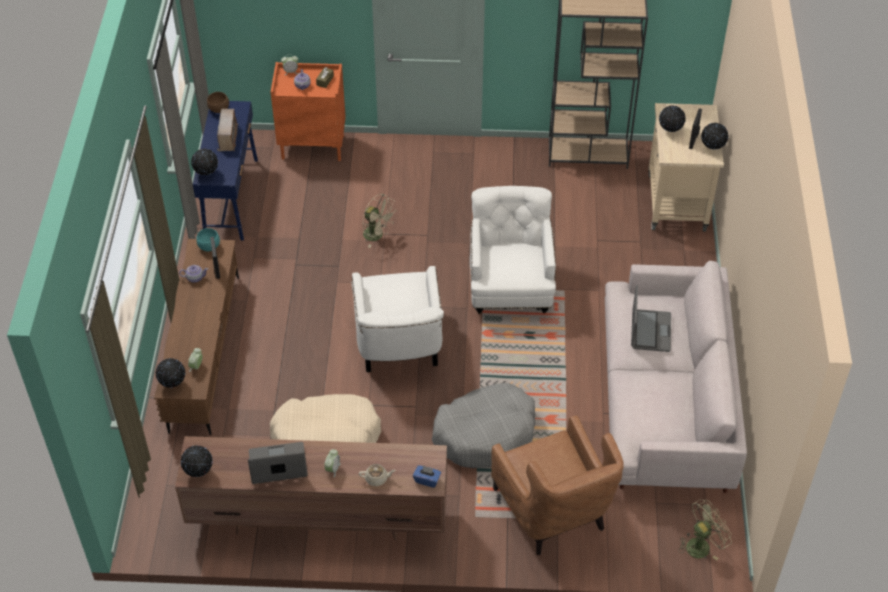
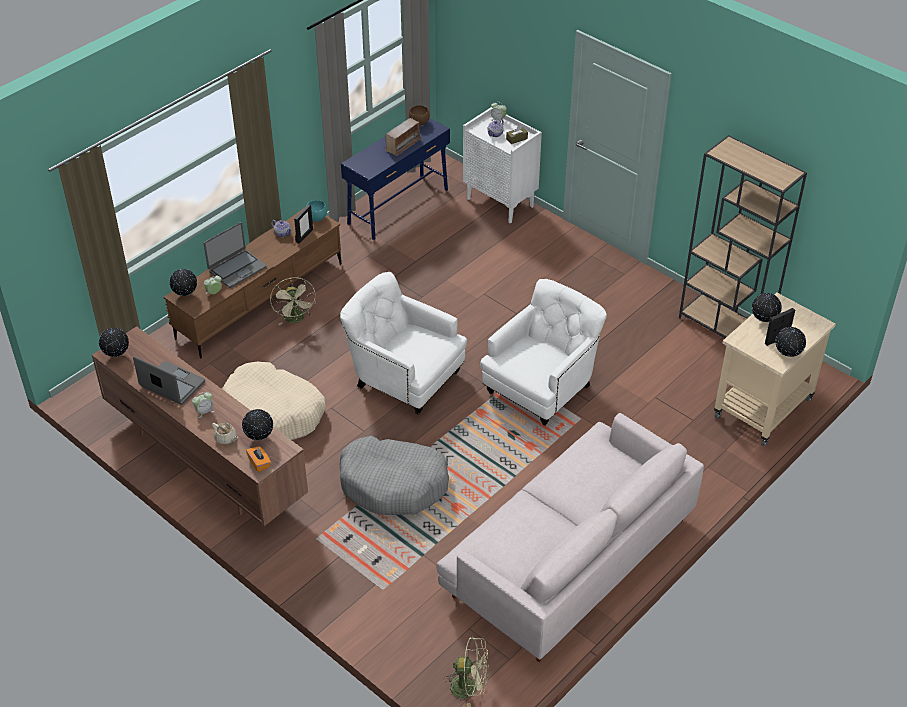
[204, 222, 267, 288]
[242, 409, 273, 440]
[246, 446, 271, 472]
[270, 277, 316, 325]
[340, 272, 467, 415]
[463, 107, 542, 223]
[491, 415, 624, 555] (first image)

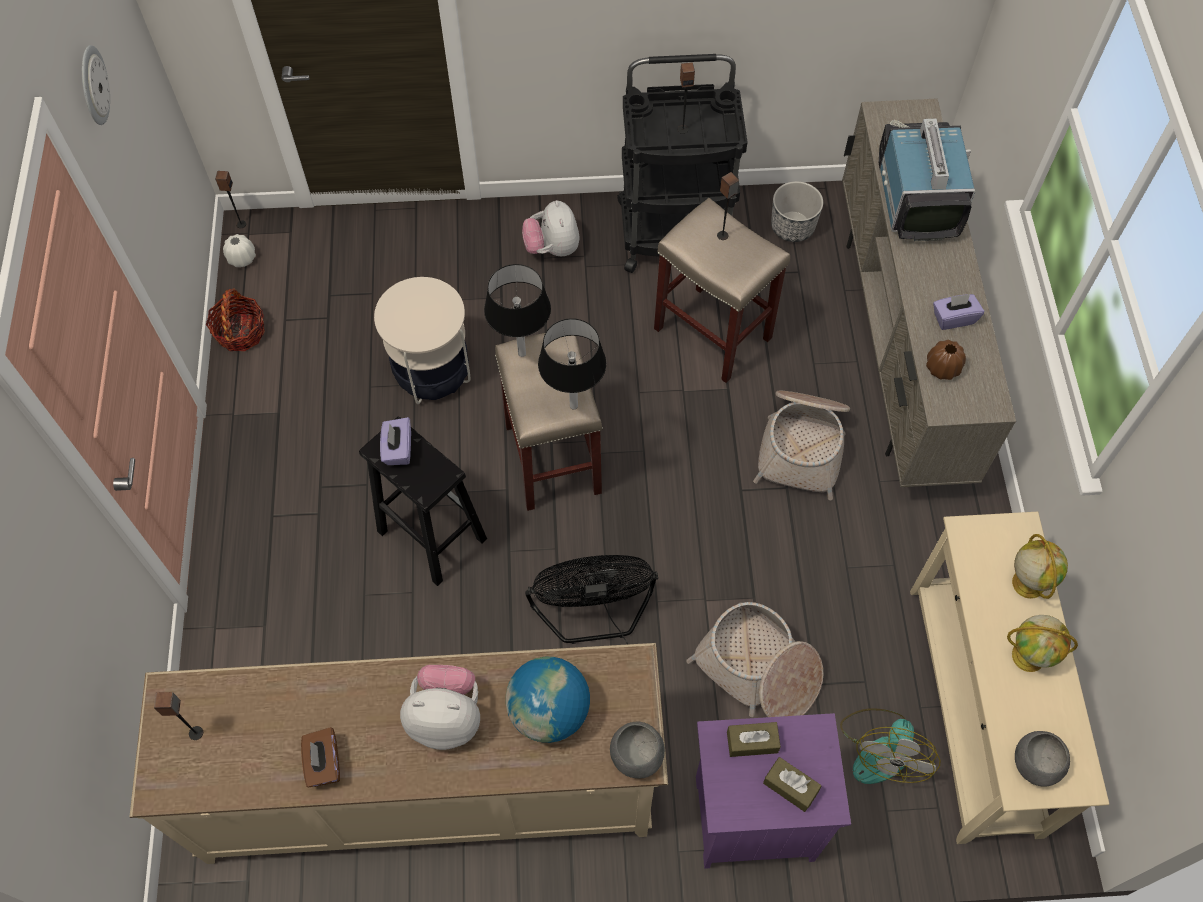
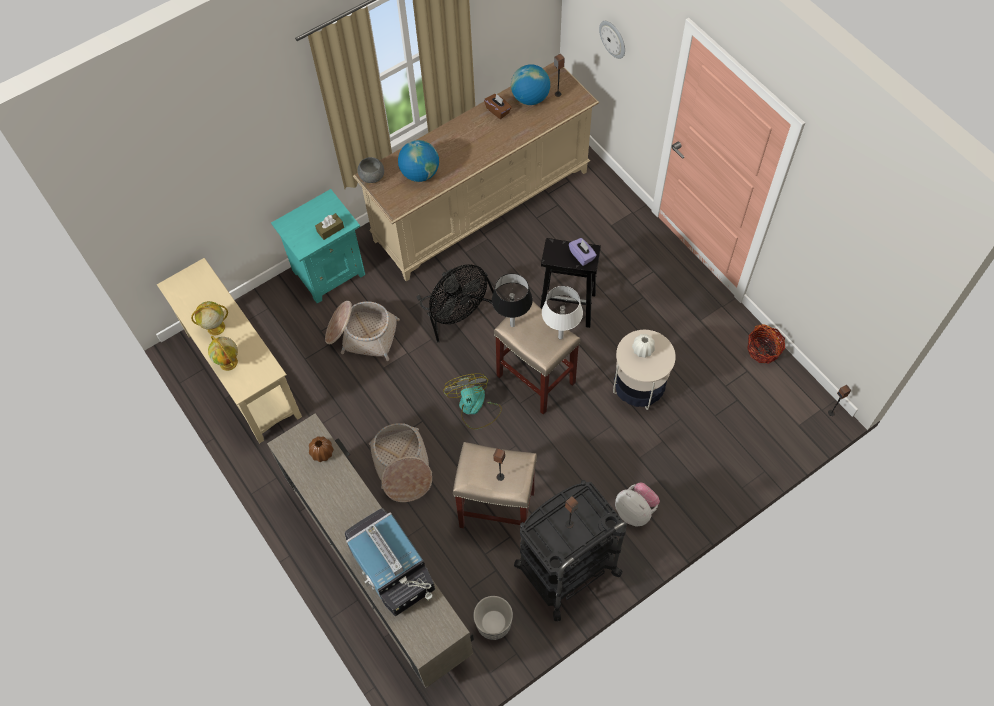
[271, 189, 365, 303]
[443, 373, 502, 429]
[511, 64, 550, 105]
[542, 286, 583, 340]
[599, 21, 625, 59]
[632, 334, 655, 358]
[400, 665, 480, 750] (first image)
[763, 757, 821, 812] (first image)
[933, 294, 984, 330] (first image)
[1015, 731, 1070, 787] (first image)

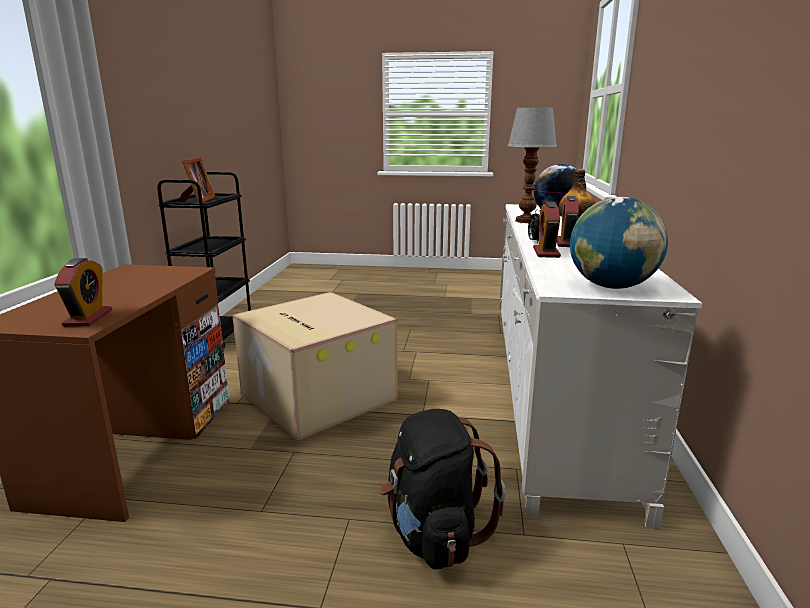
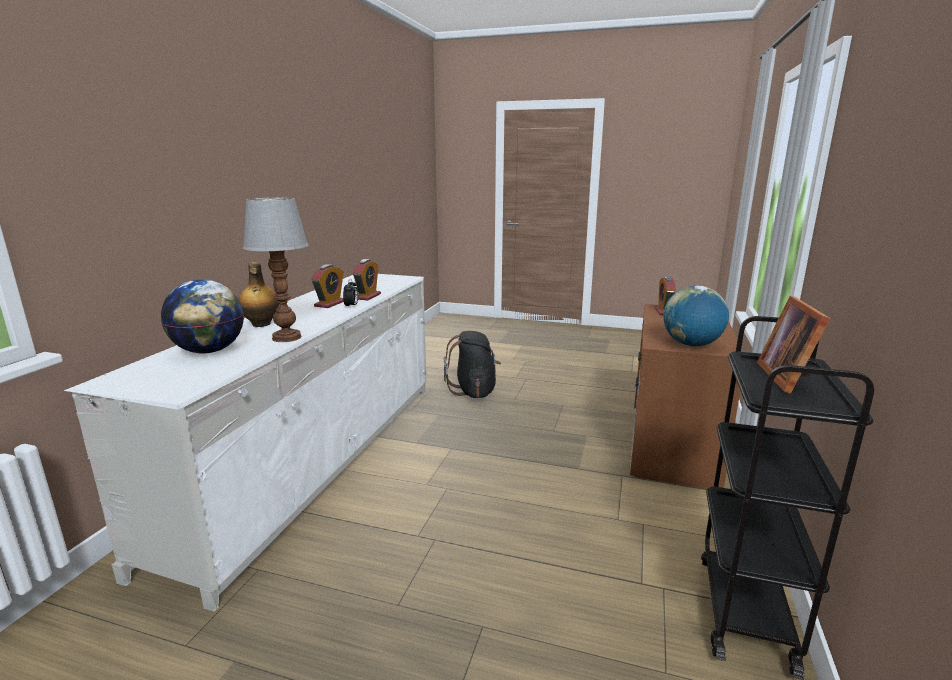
[663, 285, 729, 346]
[232, 292, 397, 441] (first image)

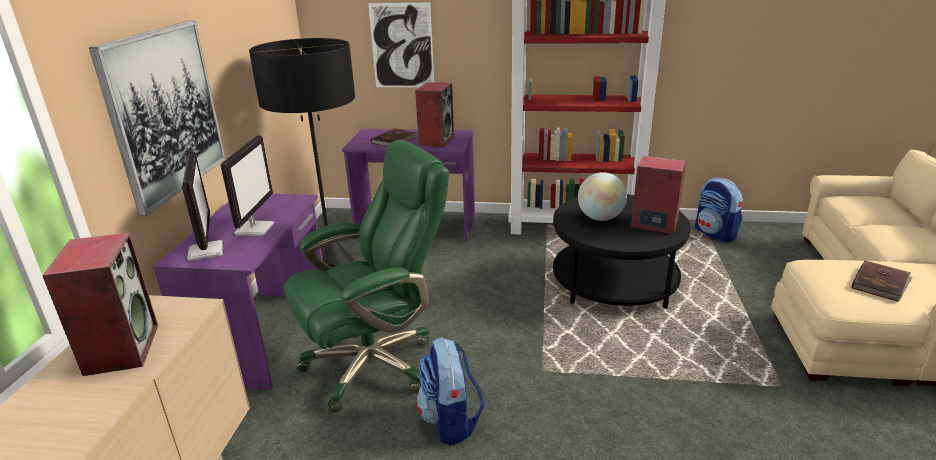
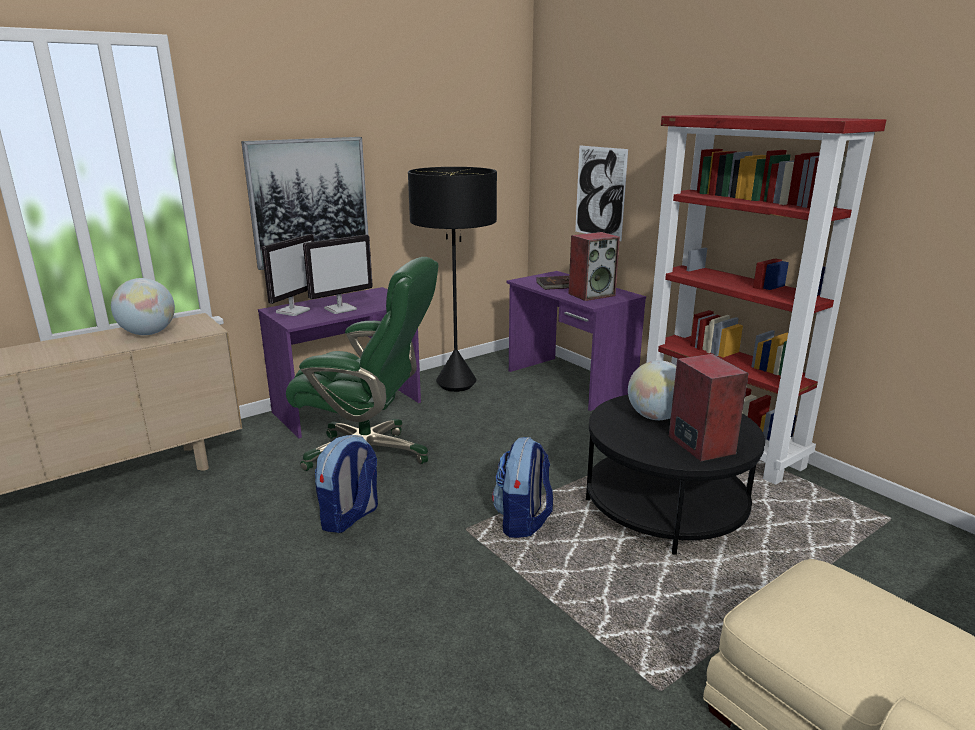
[111, 278, 175, 335]
[492, 437, 553, 538]
[852, 260, 912, 302] (first image)

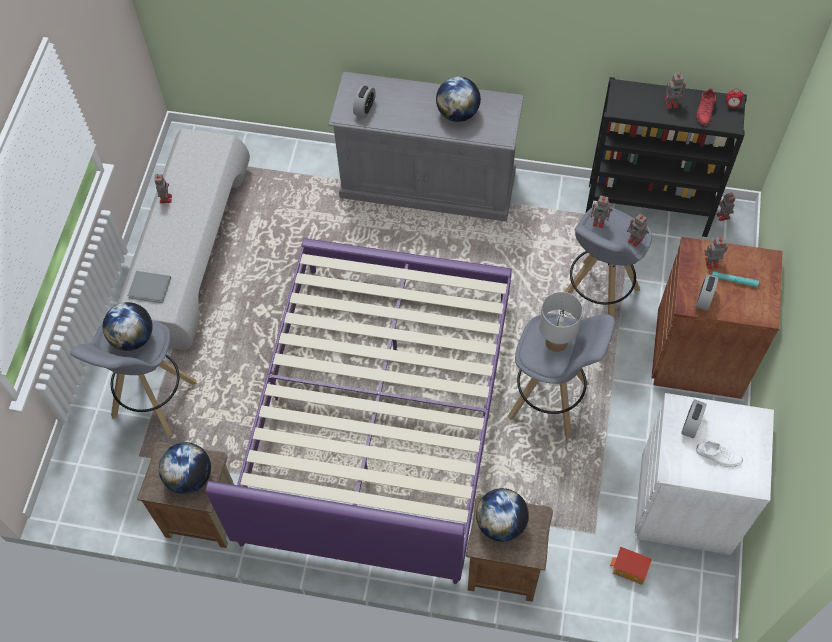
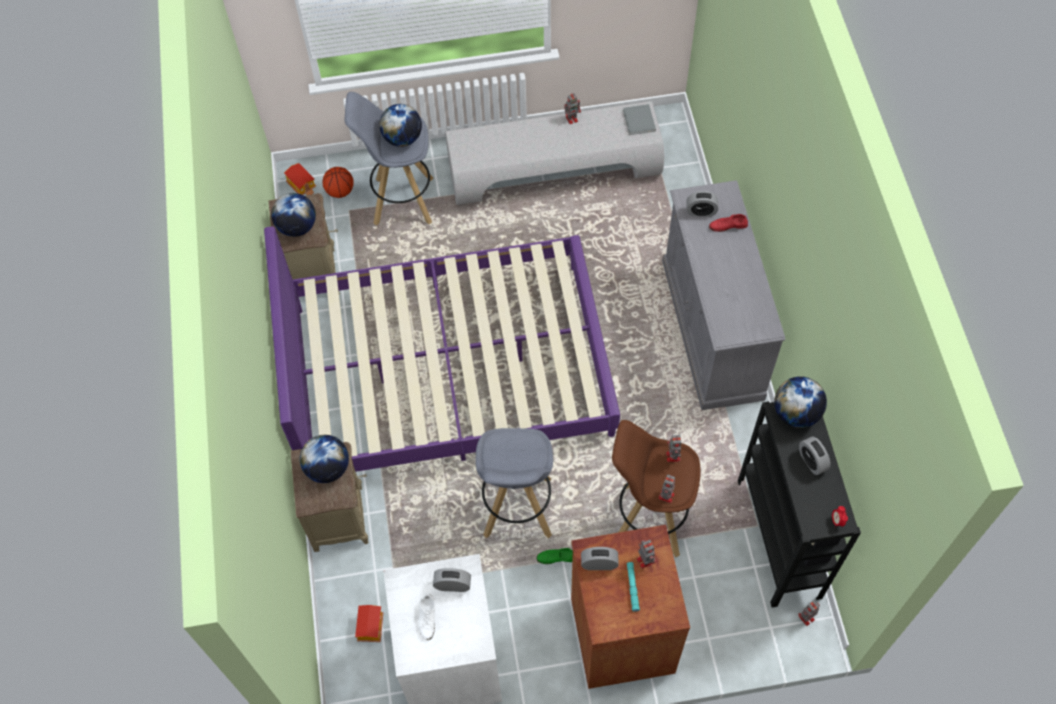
[284, 163, 316, 196]
[322, 167, 354, 198]
[536, 547, 573, 564]
[612, 420, 701, 557]
[623, 104, 656, 135]
[709, 213, 748, 232]
[774, 376, 827, 428]
[799, 436, 831, 475]
[539, 292, 583, 352] (first image)

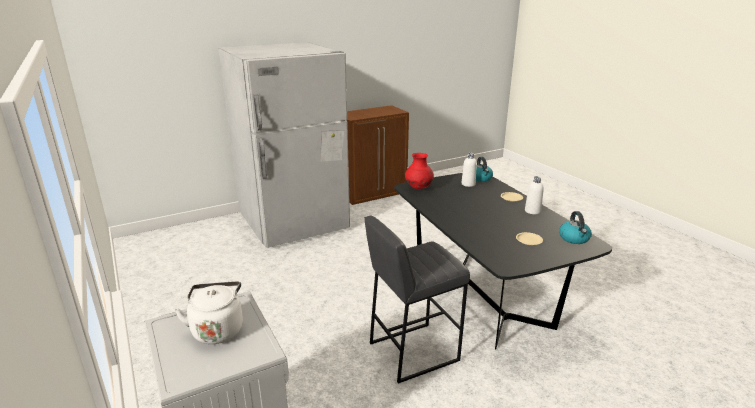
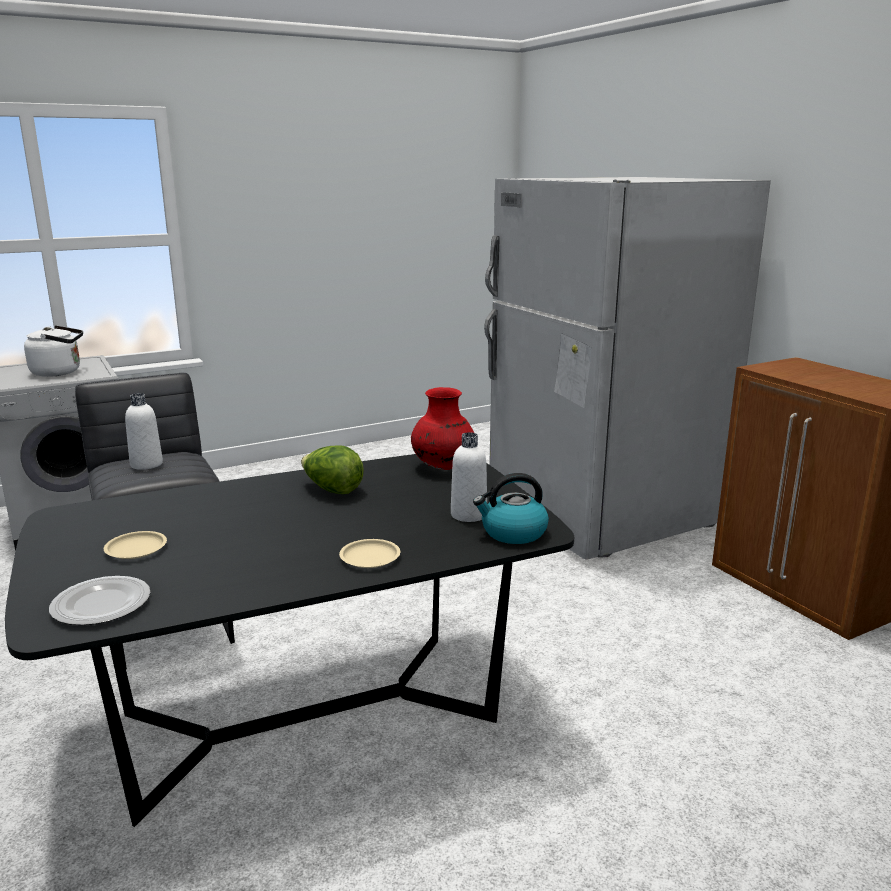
[49, 576, 151, 625]
[125, 393, 163, 470]
[301, 446, 364, 494]

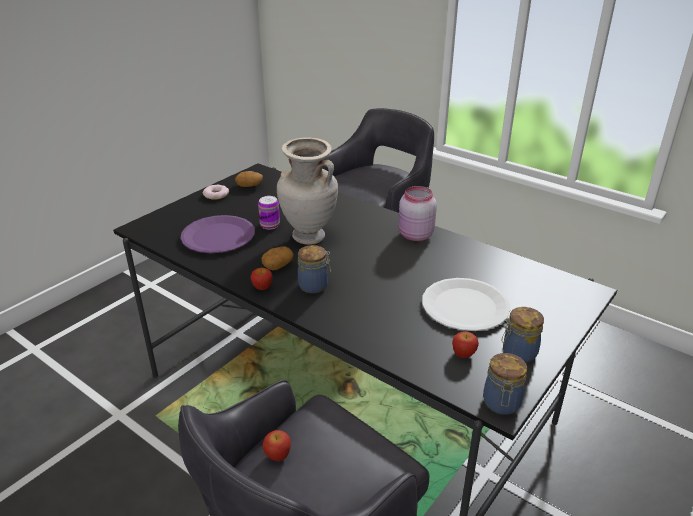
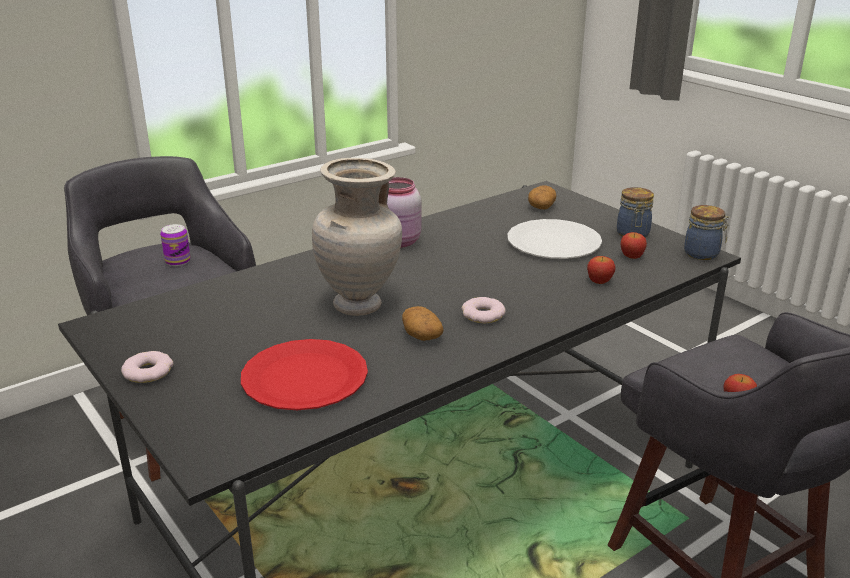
[160, 224, 190, 266]
[241, 339, 368, 410]
[462, 297, 506, 323]
[528, 185, 556, 209]
[587, 256, 616, 284]

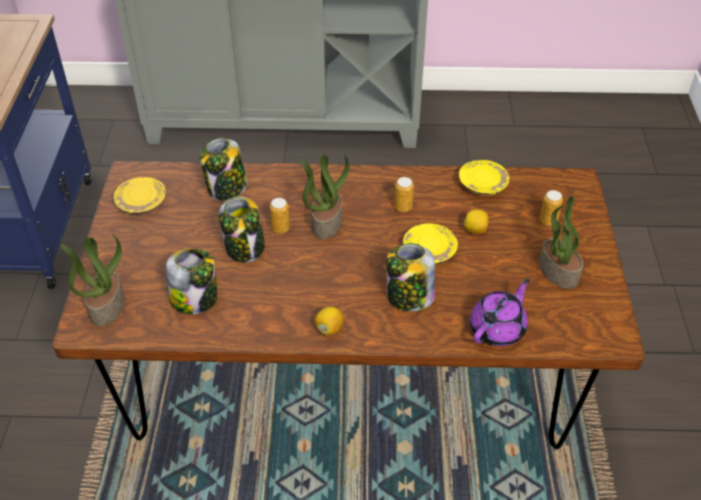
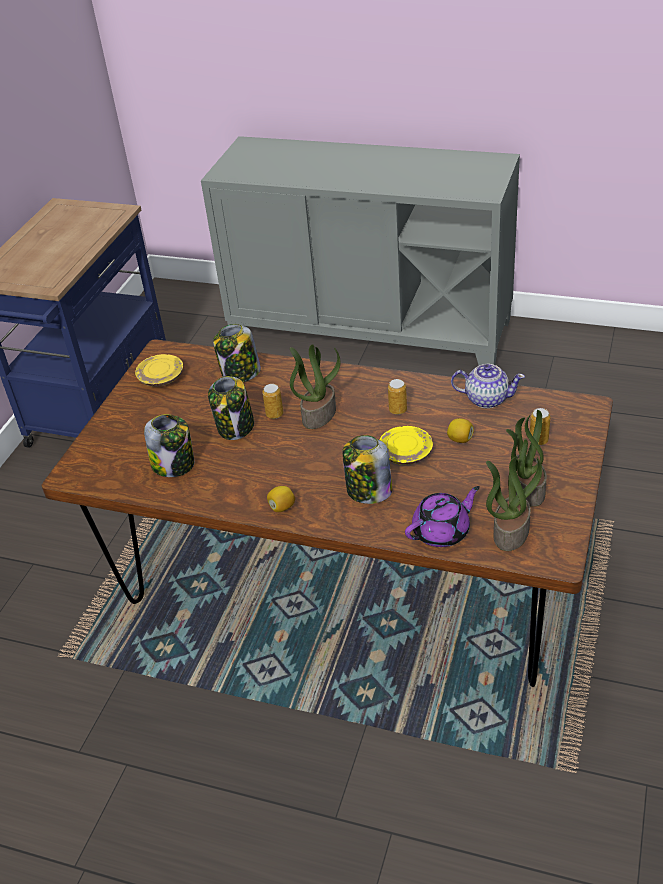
[451, 364, 525, 408]
[486, 457, 542, 551]

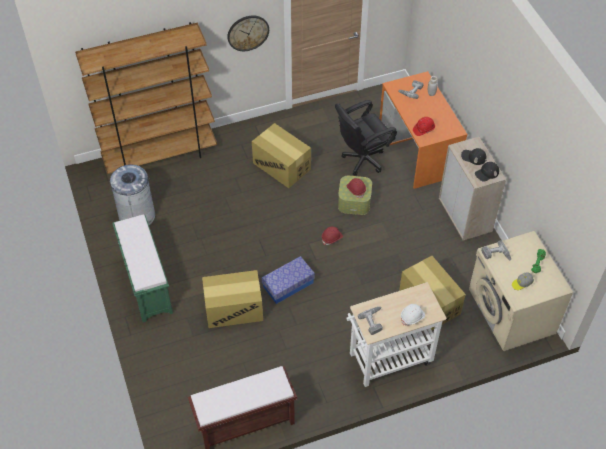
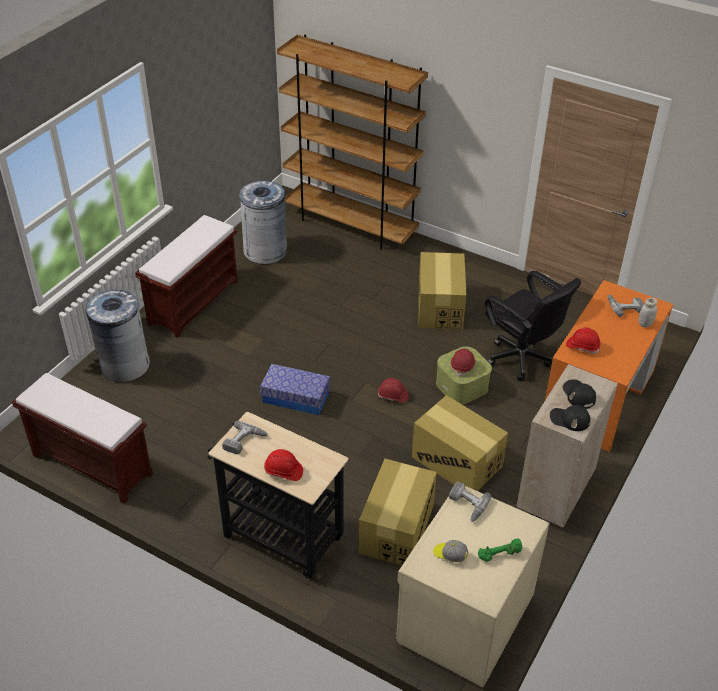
[86, 290, 150, 382]
[135, 215, 238, 338]
[208, 412, 348, 578]
[264, 449, 303, 481]
[412, 395, 508, 491]
[485, 271, 581, 381]
[227, 15, 269, 51] (first image)

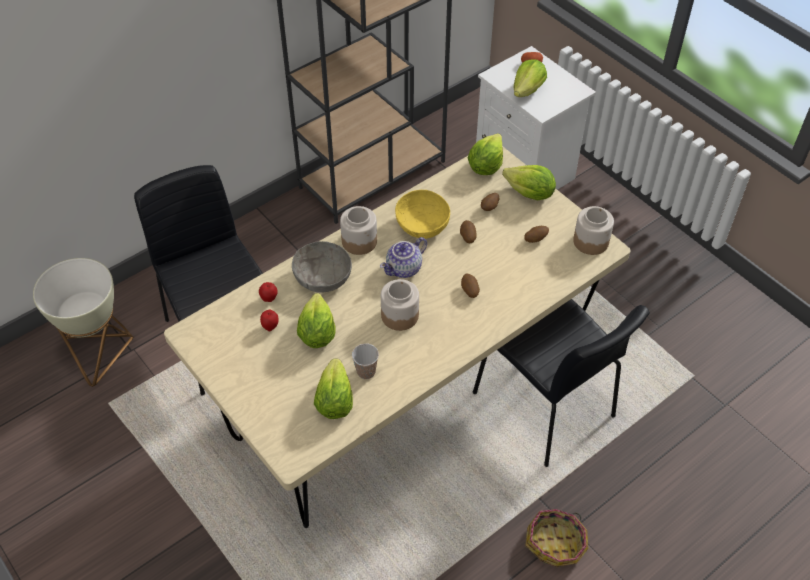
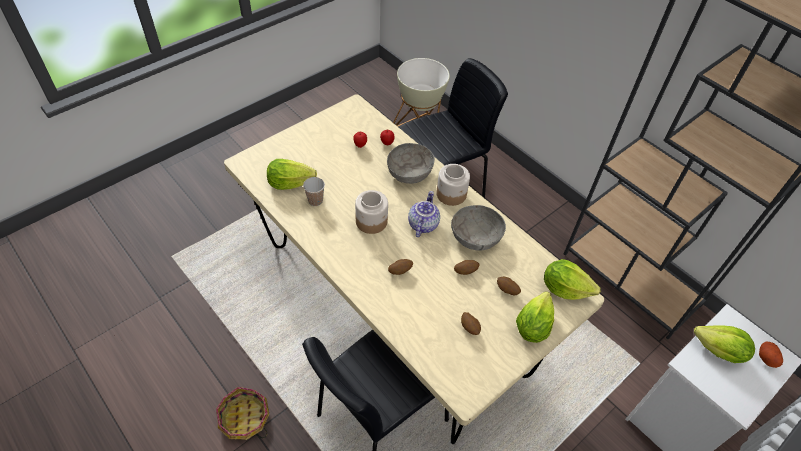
[408, 191, 440, 237]
[451, 205, 506, 251]
[297, 293, 335, 348] (first image)
[573, 206, 614, 255] (first image)

